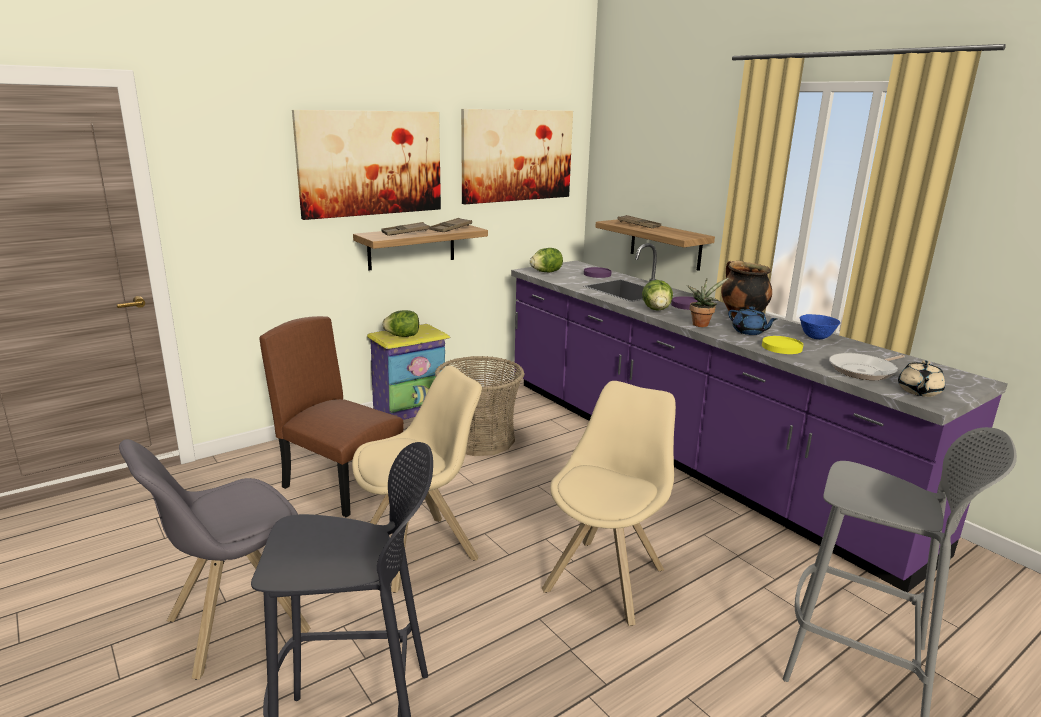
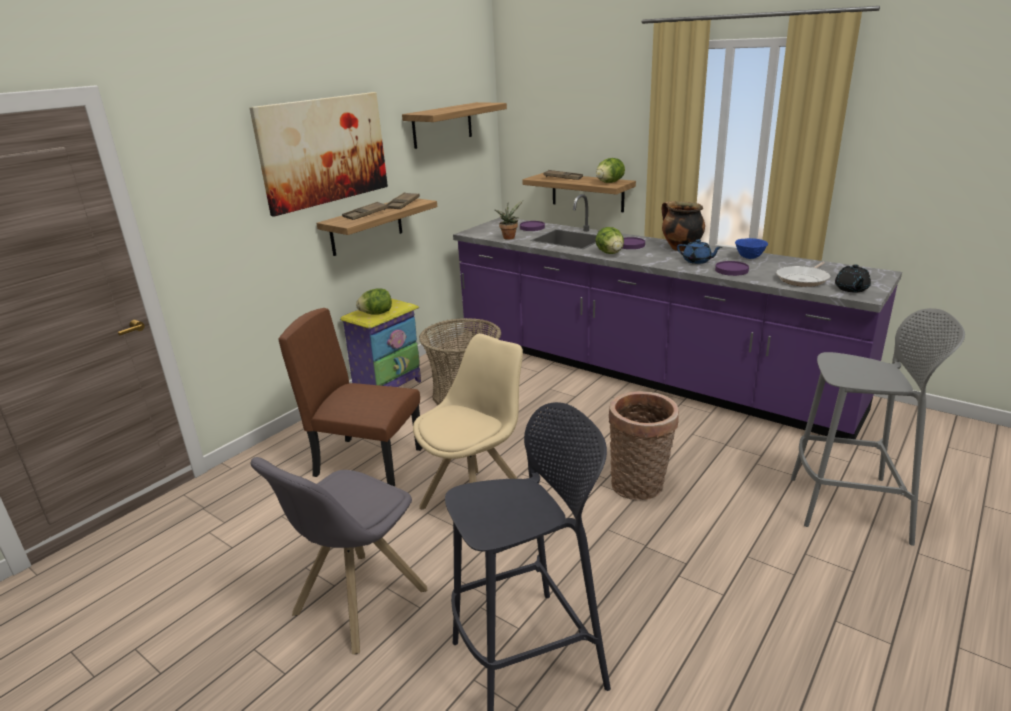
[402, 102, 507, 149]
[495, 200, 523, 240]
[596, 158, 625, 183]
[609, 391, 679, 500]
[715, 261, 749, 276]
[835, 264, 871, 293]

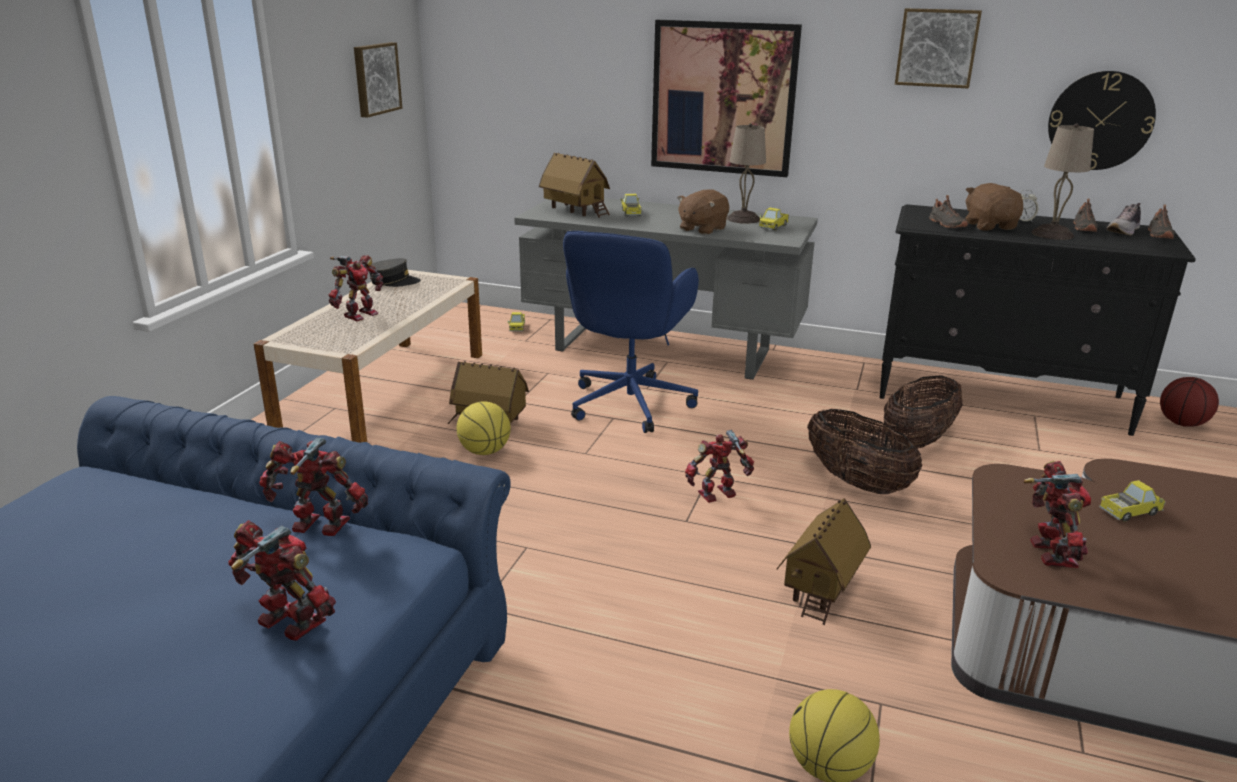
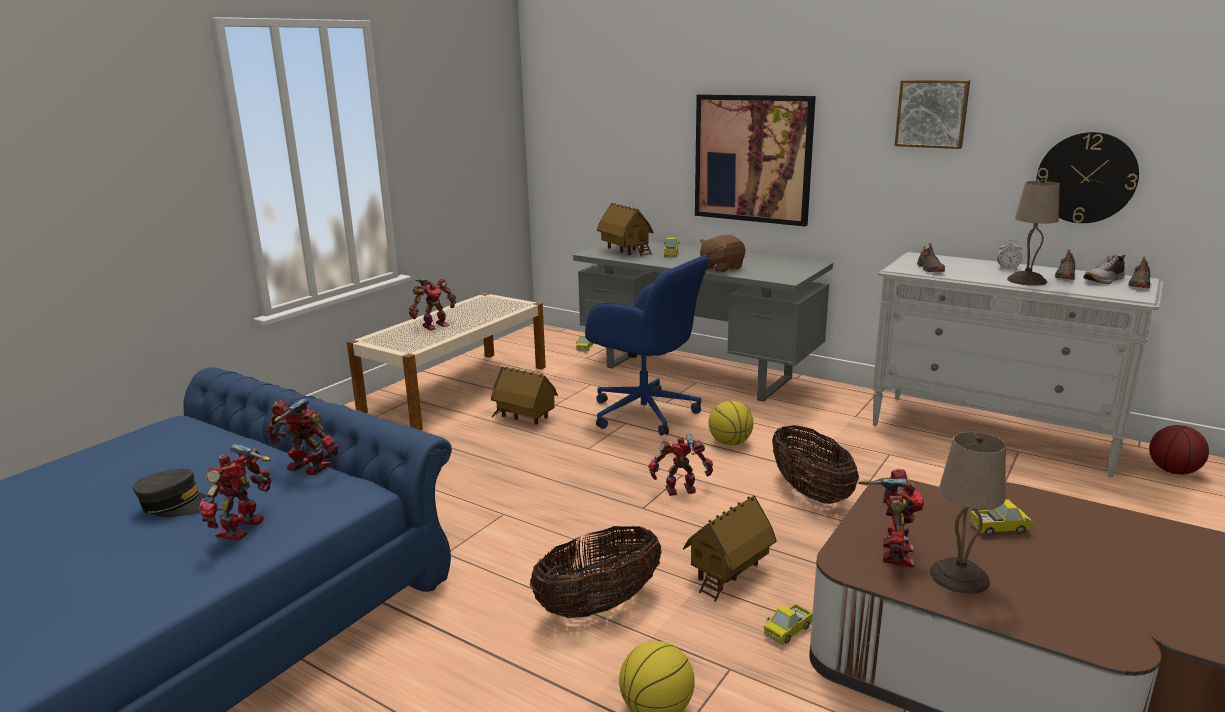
[133, 469, 215, 517]
[199, 444, 271, 540]
[530, 526, 661, 618]
[585, 256, 709, 436]
[709, 401, 754, 445]
[763, 603, 813, 645]
[873, 252, 1163, 478]
[930, 432, 1006, 594]
[354, 42, 402, 118] (first image)
[965, 183, 1023, 231] (first image)

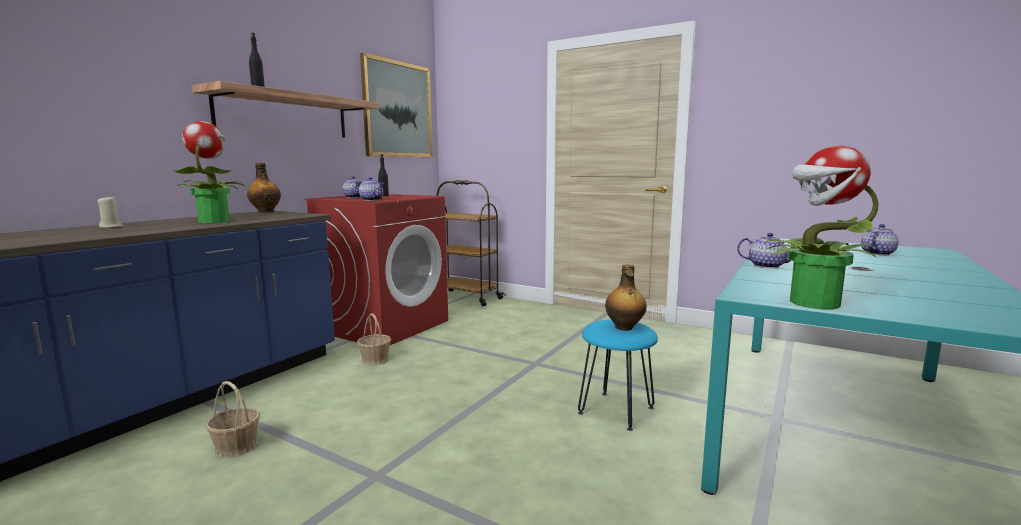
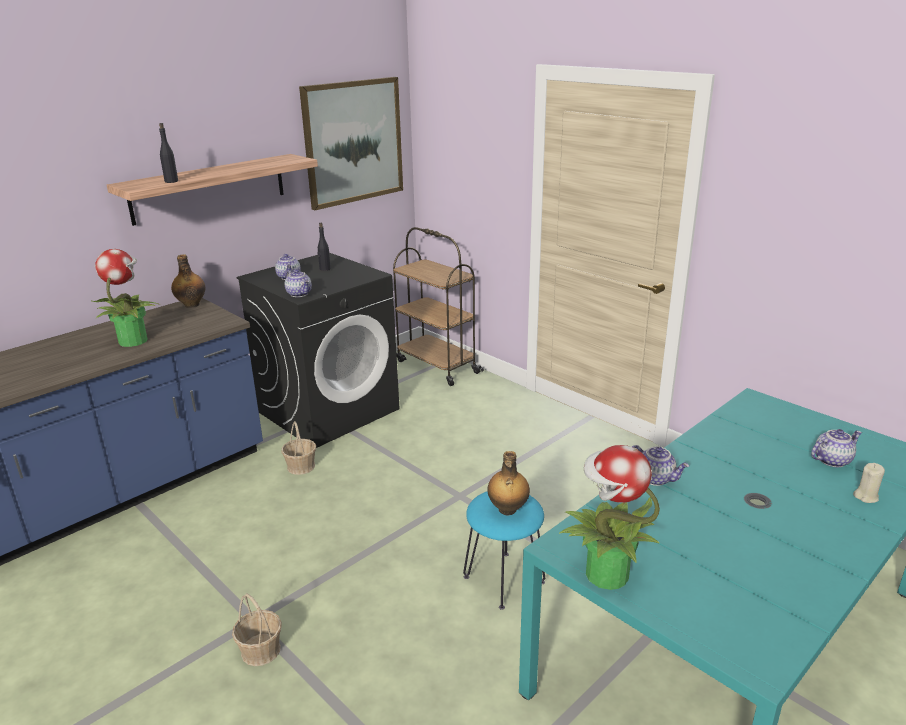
[232, 593, 282, 666]
[237, 253, 399, 448]
[853, 463, 885, 503]

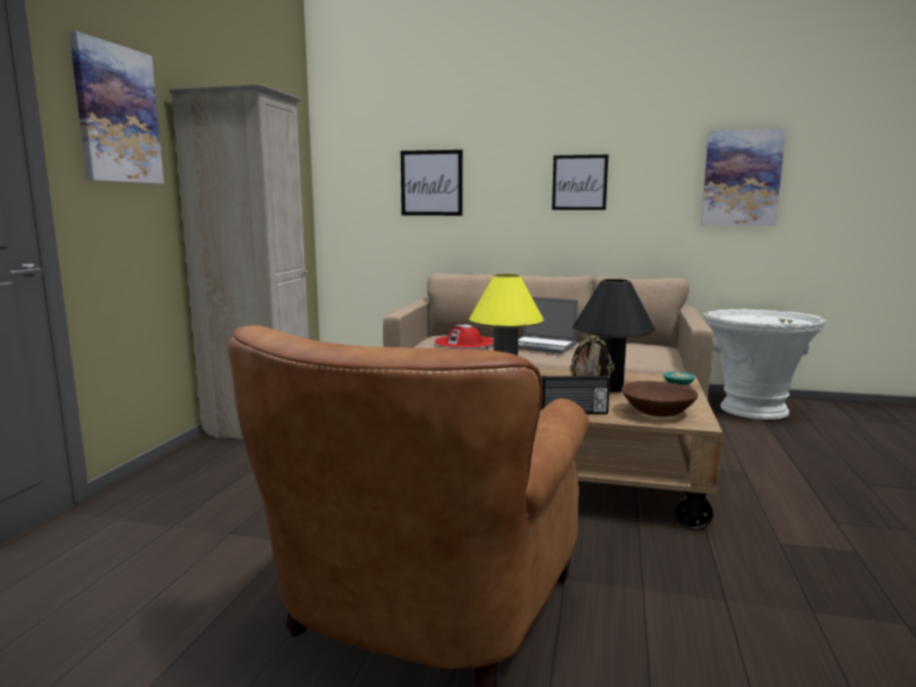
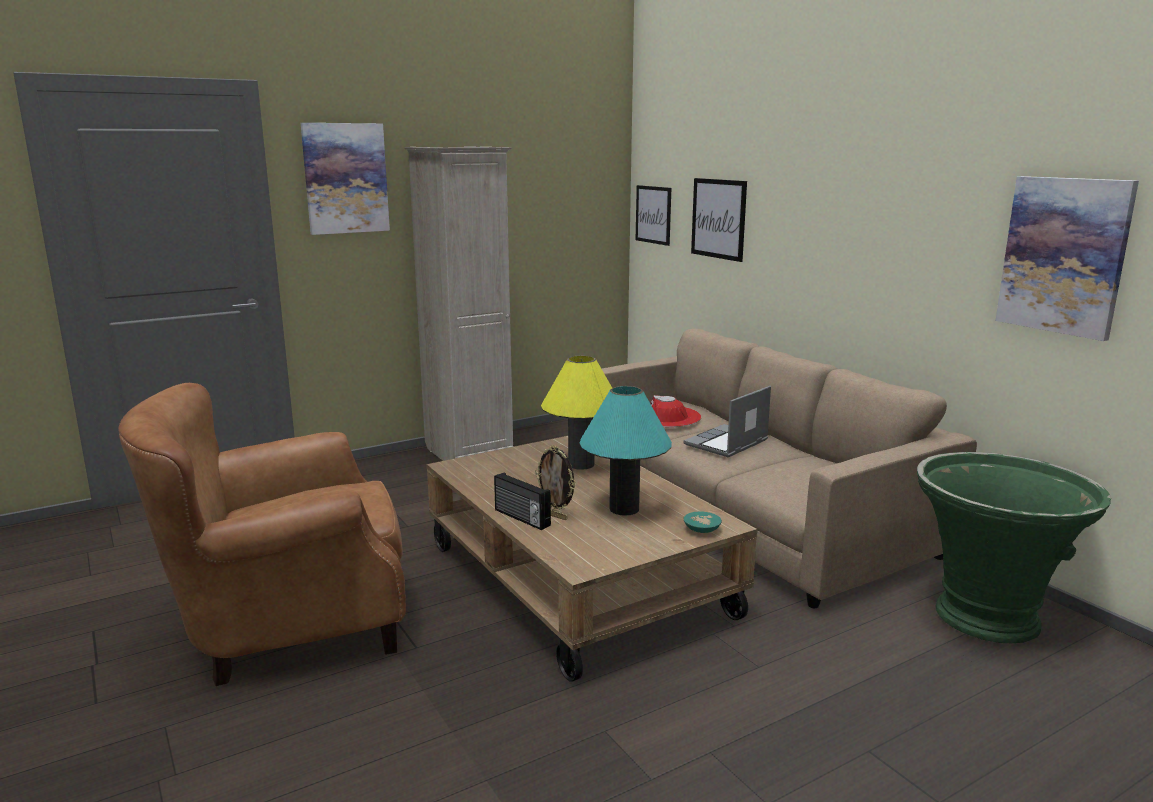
[579, 386, 672, 516]
[636, 185, 671, 246]
[683, 386, 771, 457]
[917, 452, 1111, 643]
[622, 381, 698, 417] (first image)

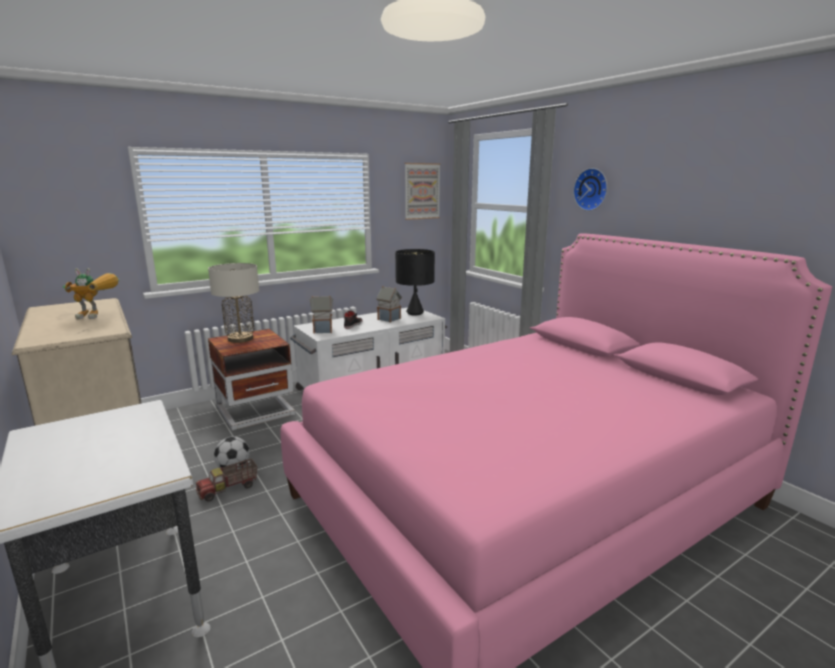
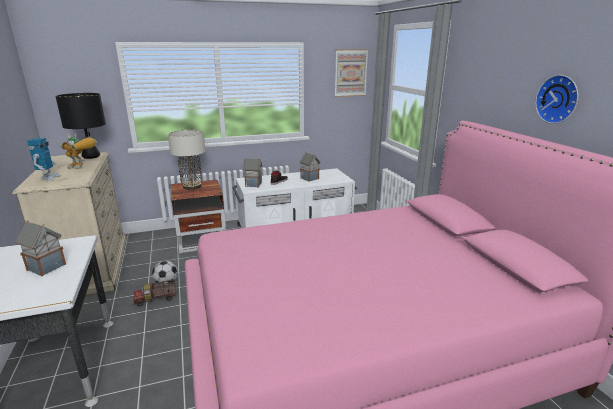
[15, 220, 66, 277]
[27, 138, 61, 181]
[55, 93, 106, 159]
[535, 75, 578, 124]

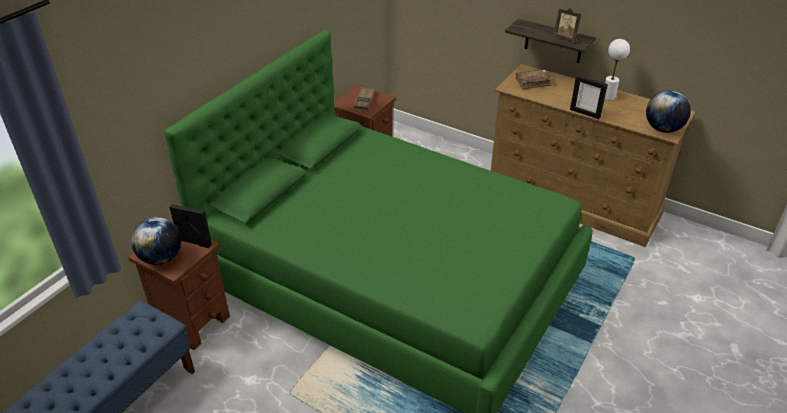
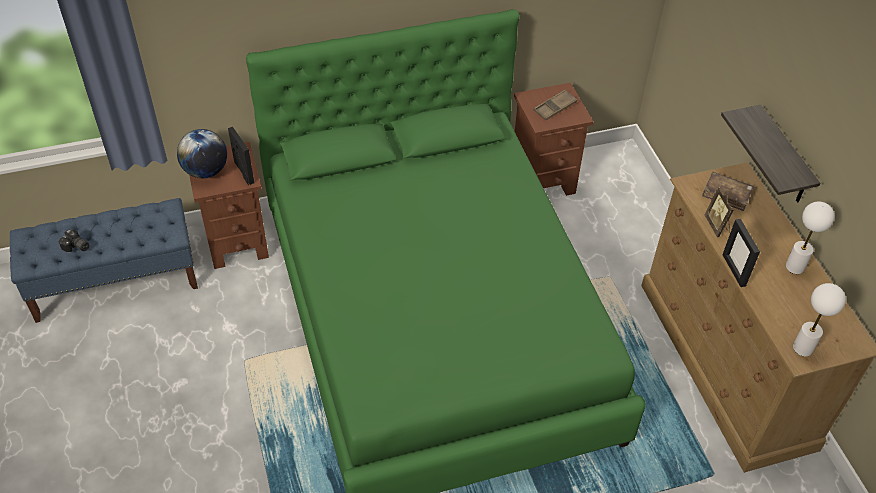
[59, 229, 89, 252]
[704, 187, 734, 237]
[793, 283, 846, 357]

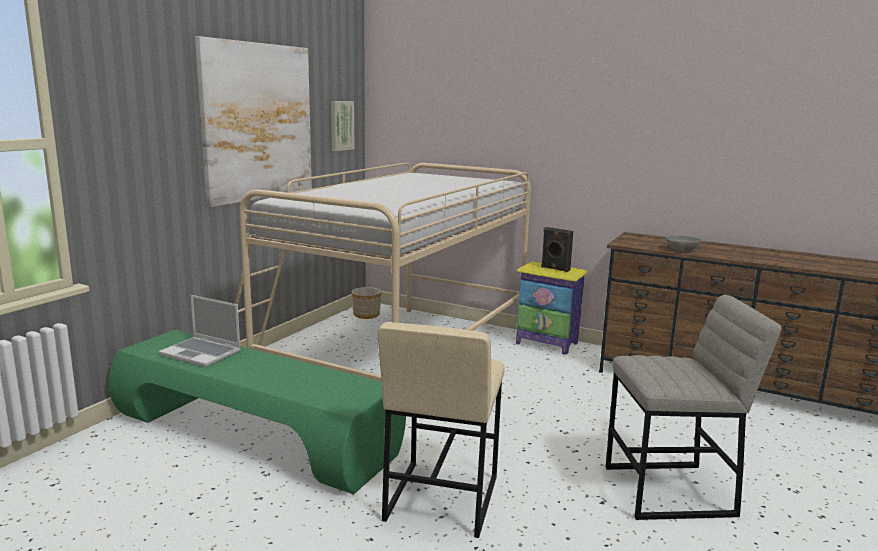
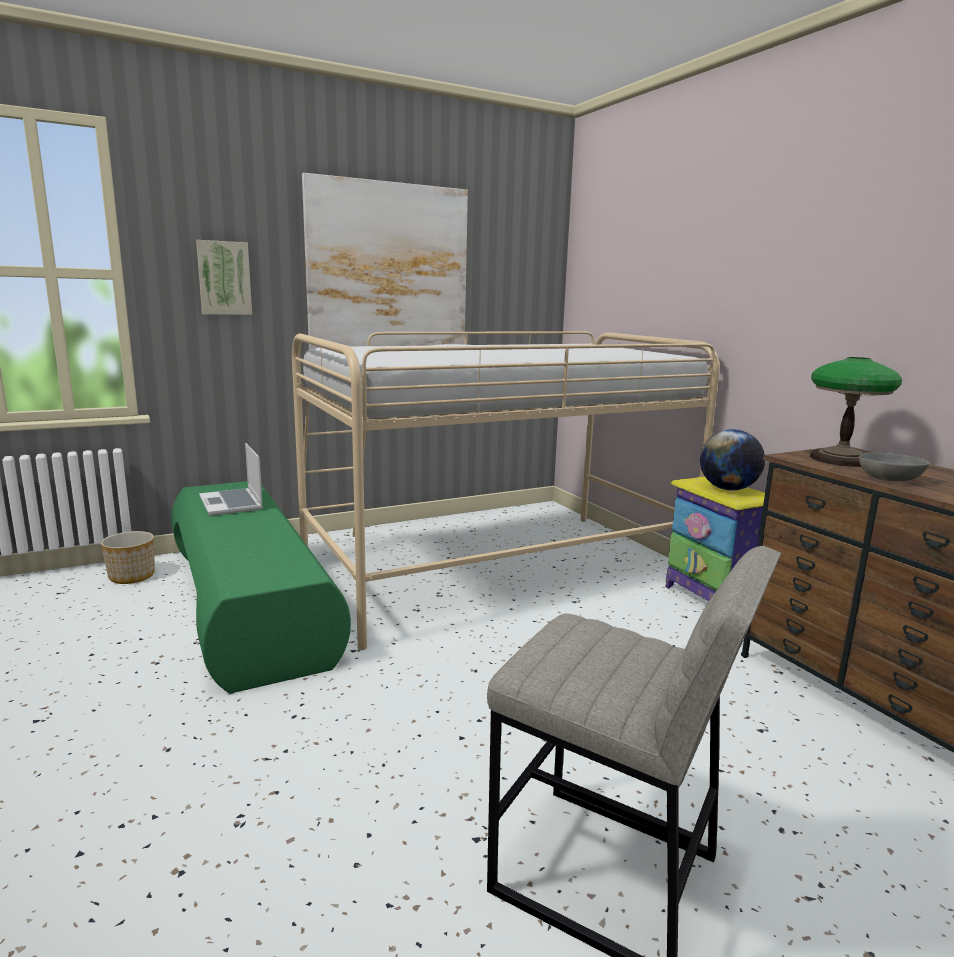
[101, 531, 155, 584]
[196, 240, 252, 315]
[700, 429, 765, 490]
[810, 357, 902, 467]
[378, 322, 505, 538] (first image)

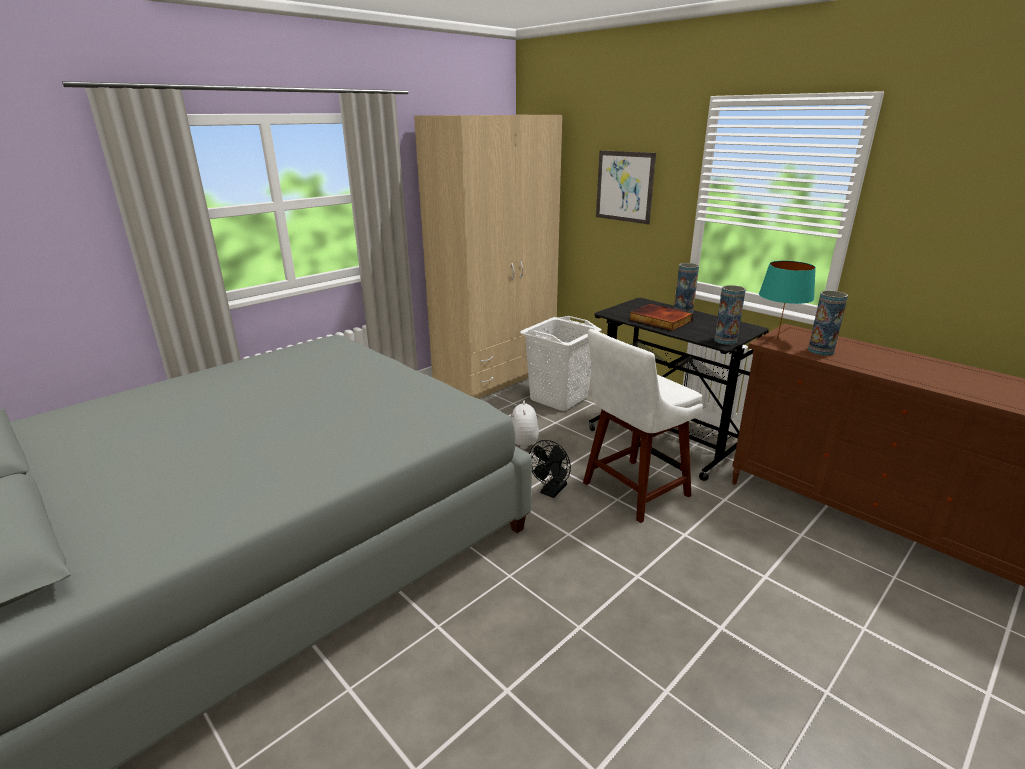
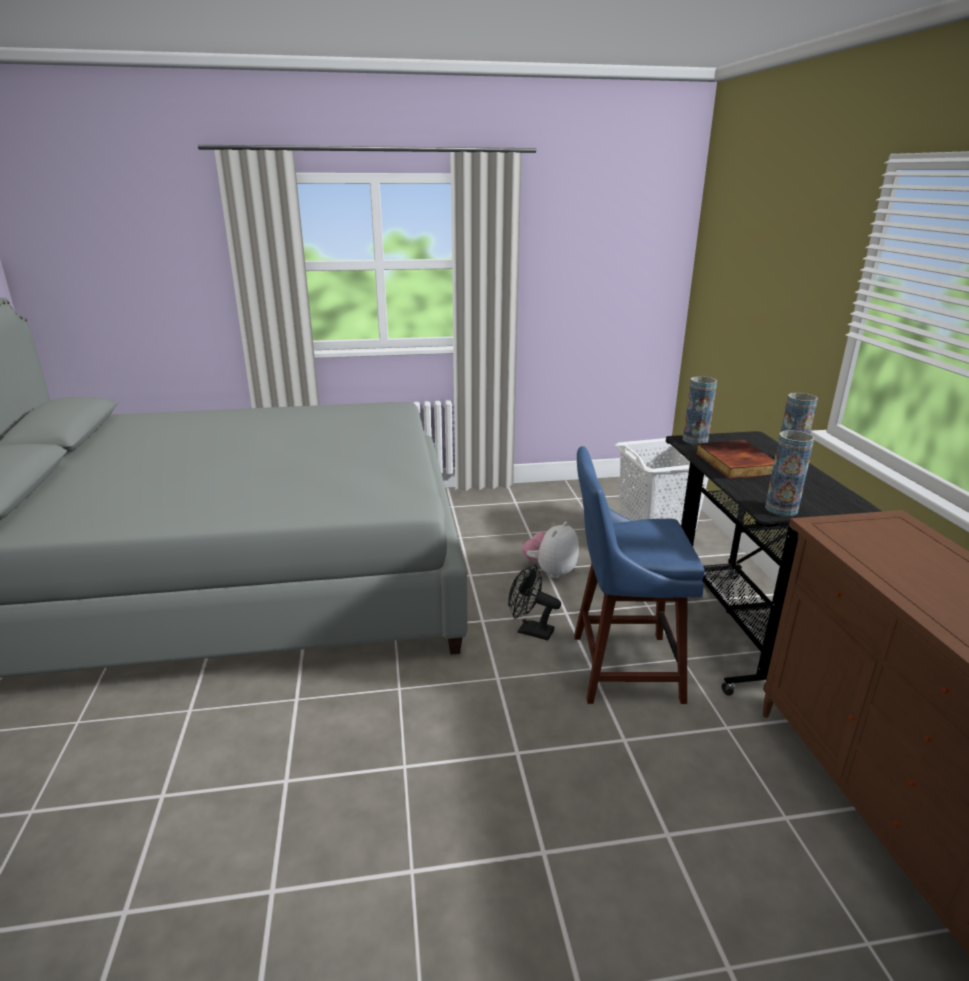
[508, 565, 561, 640]
[574, 446, 705, 704]
[683, 376, 717, 445]
[414, 115, 562, 399] (first image)
[596, 150, 656, 224] (first image)
[759, 261, 816, 340] (first image)

